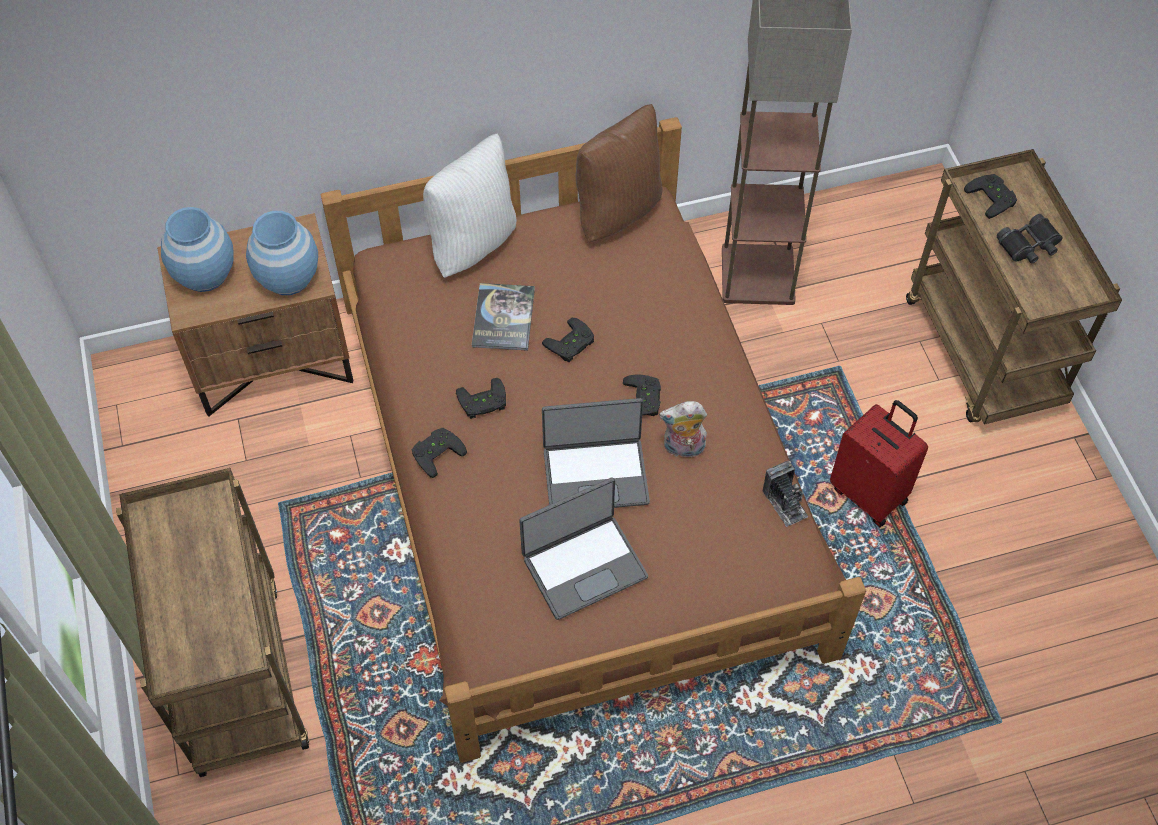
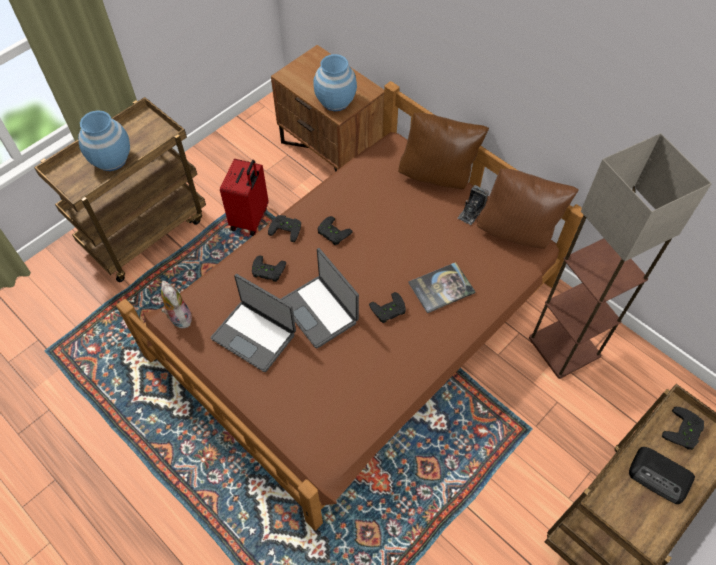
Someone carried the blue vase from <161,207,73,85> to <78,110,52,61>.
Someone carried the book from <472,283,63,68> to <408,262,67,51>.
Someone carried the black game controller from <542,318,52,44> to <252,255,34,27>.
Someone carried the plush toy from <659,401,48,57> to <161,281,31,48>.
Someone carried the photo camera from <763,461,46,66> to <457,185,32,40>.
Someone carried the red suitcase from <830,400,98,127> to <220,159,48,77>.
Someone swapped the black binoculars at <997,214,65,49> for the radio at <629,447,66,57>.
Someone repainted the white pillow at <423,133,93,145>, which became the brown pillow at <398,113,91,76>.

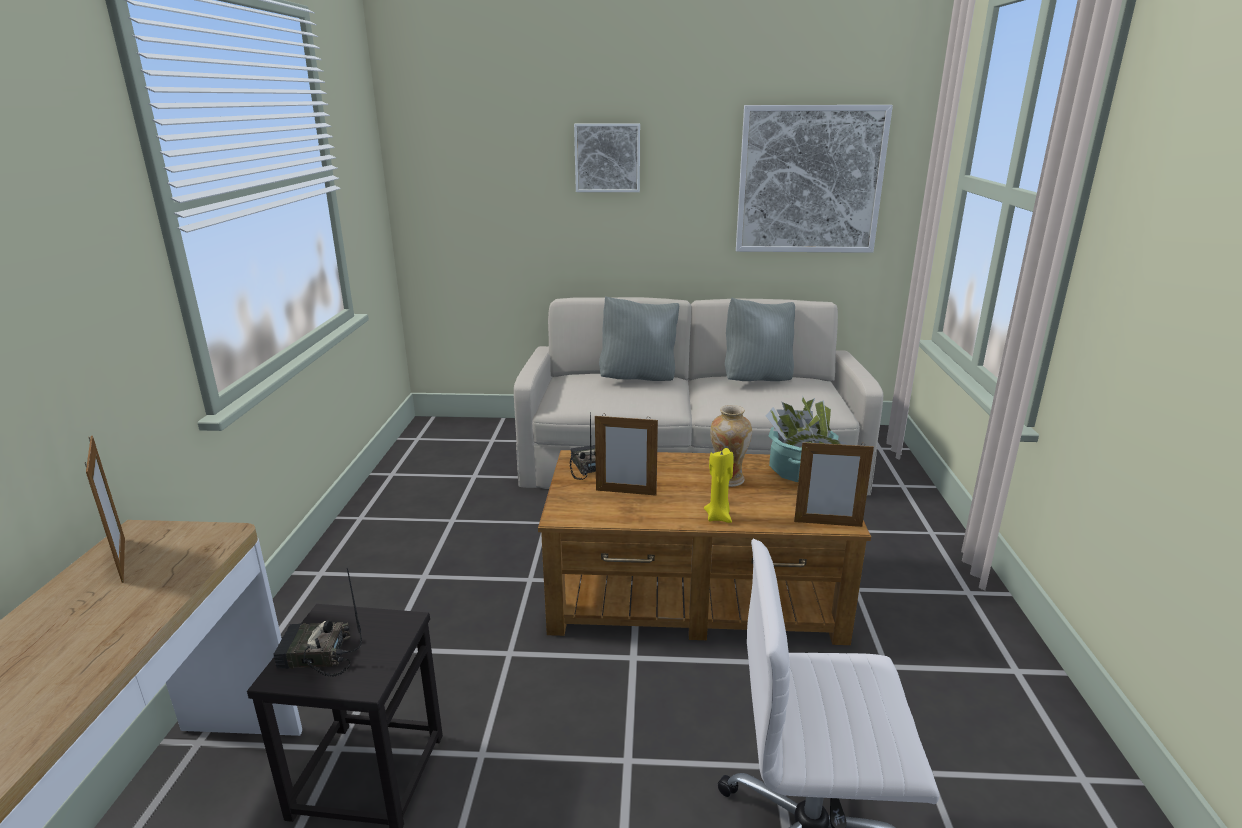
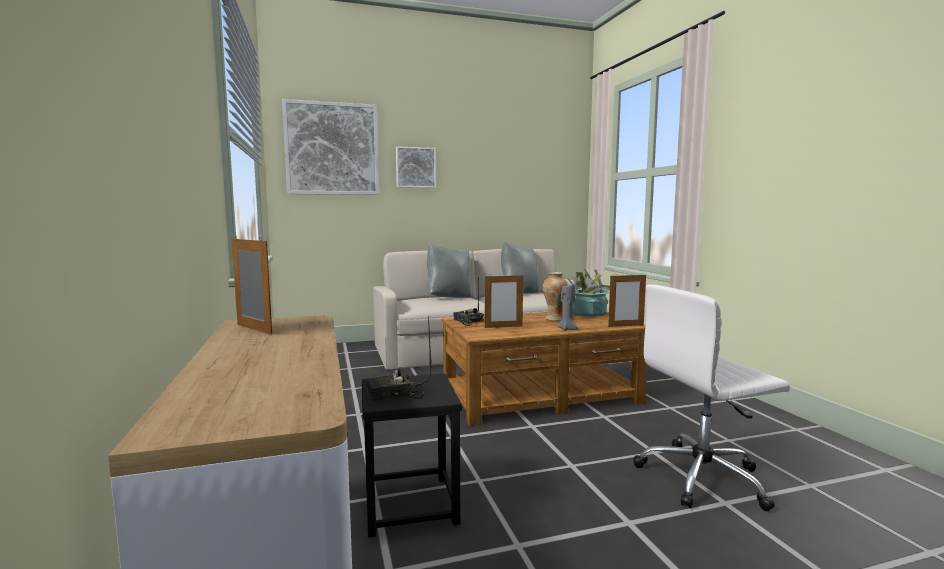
Someone carried the picture from <736,105,157,148> to <282,99,97,96>.
Someone repainted the yellow candle at <704,448,30,75>, which became the grey candle at <556,284,22,47>.

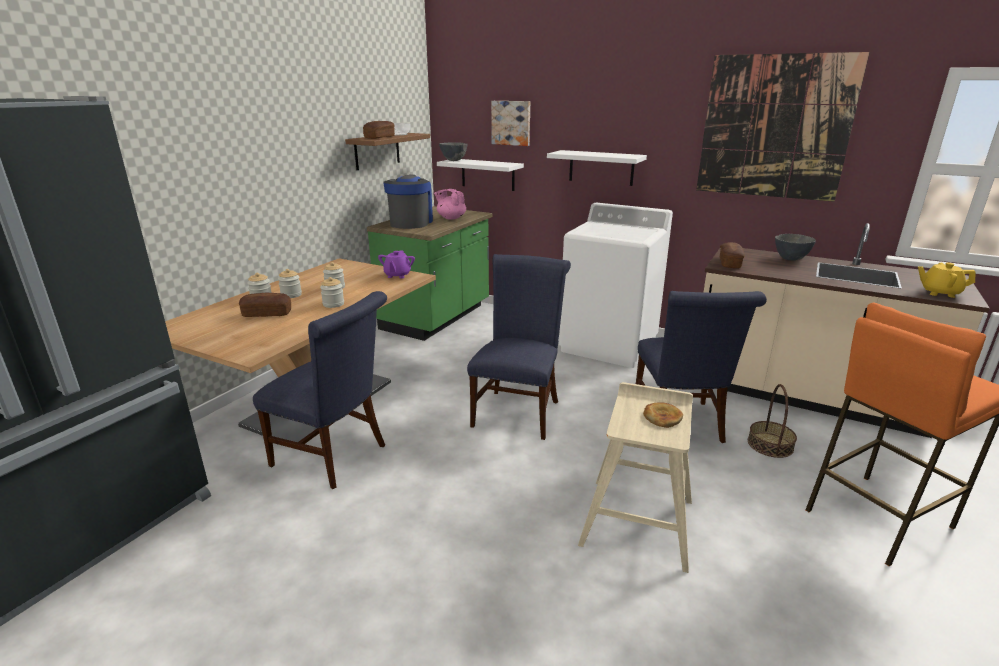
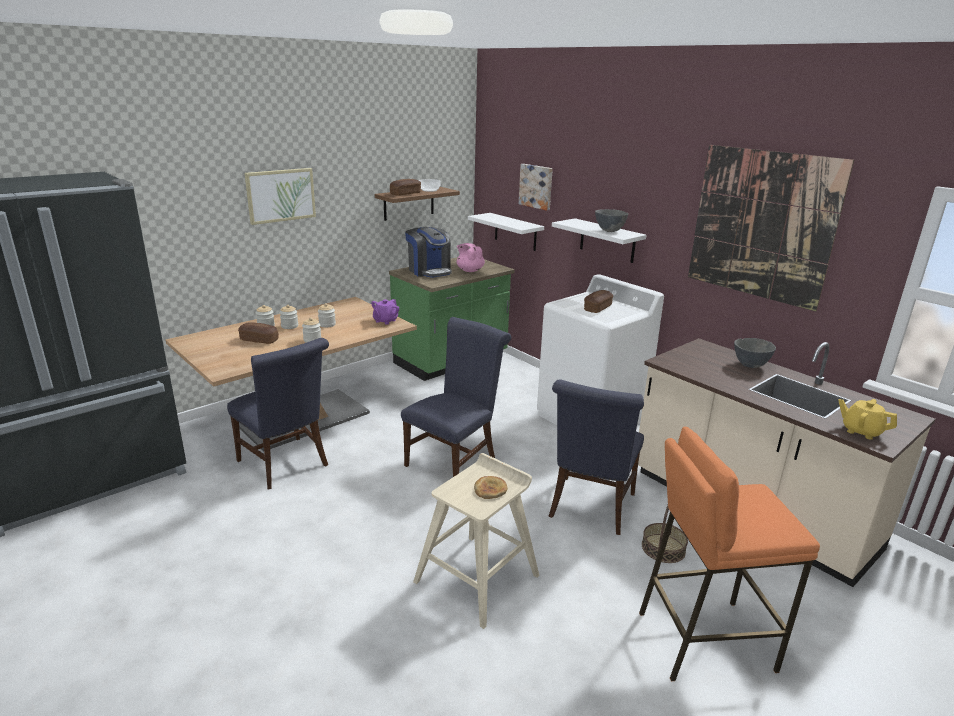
Someone put up the picture at <244,168,72,57>.
Someone carried the grey bowl from <439,142,29,19> to <595,209,33,23>.
Someone carried the bread from <720,242,25,26> to <584,290,29,23>.
Someone rotated the coffee machine at <383,175,50,54> by 120 degrees clockwise.

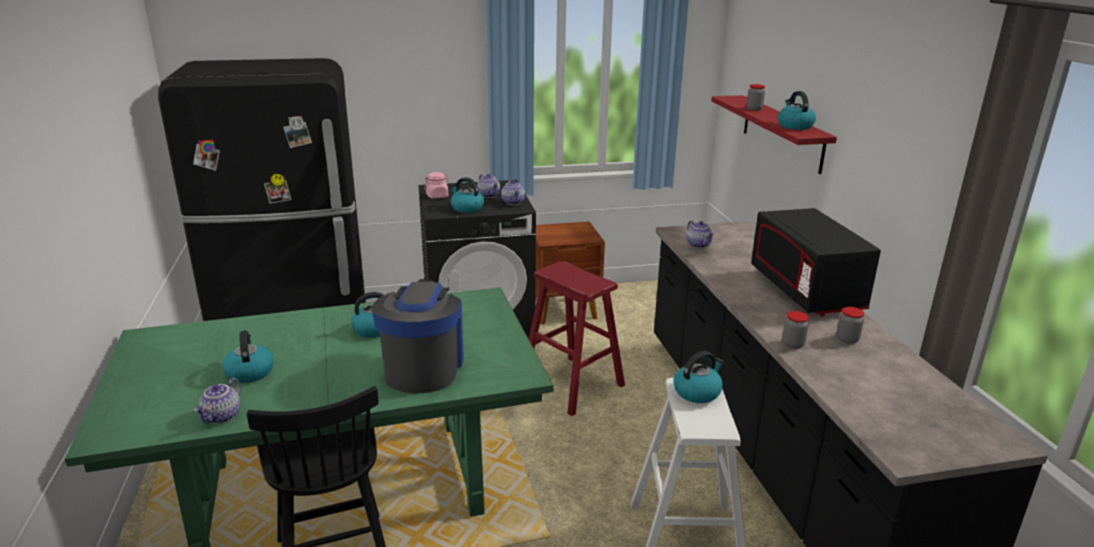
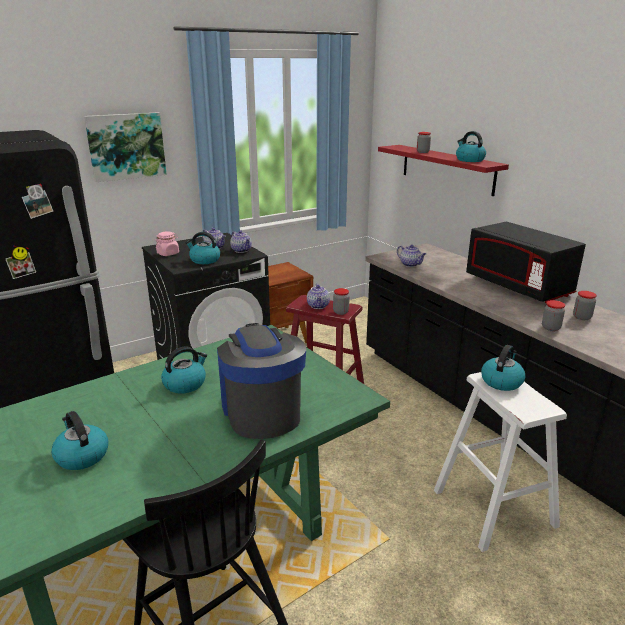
Someone put up the picture at <84,112,83,70>.
Someone put down the jar at <333,288,17,27>.
Someone carried the teapot from <194,378,47,46> to <307,284,23,25>.

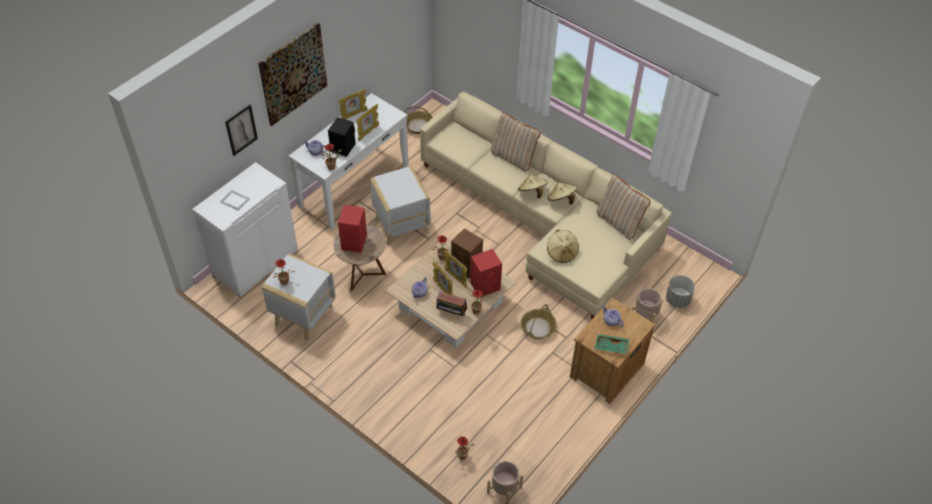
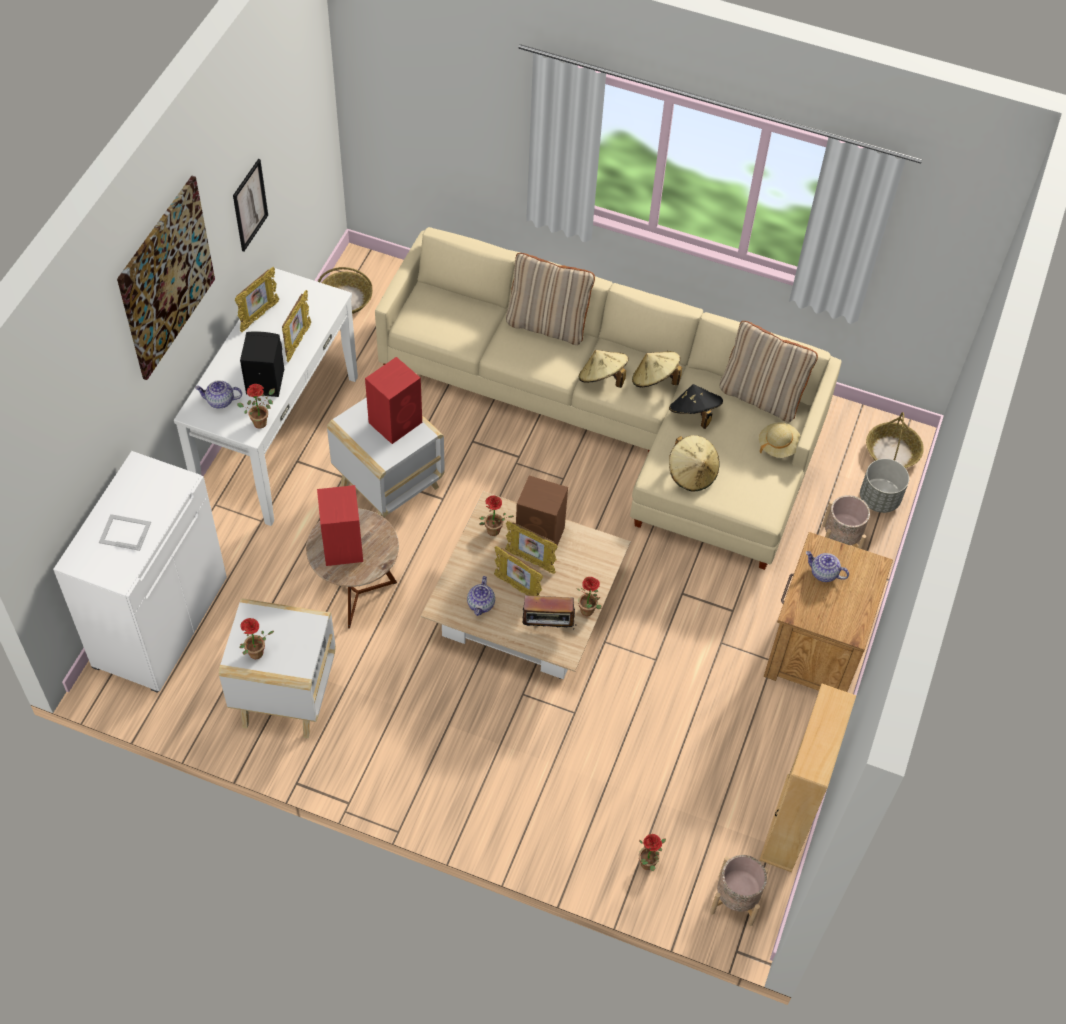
Someone took away the green tray at <595,334,35,20>.
Someone put down the black hat at <669,384,54,45>.
Someone put down the beige hat at <759,422,41,36>.
Someone put down the beige bookcase at <759,684,97,188>.
Someone carried the picture from <225,105,33,51> to <233,159,35,93>.
Someone carried the red speaker from <470,249,32,49> to <365,357,57,87>.
Someone carried the basket from <521,304,36,35> to <866,412,58,56>.

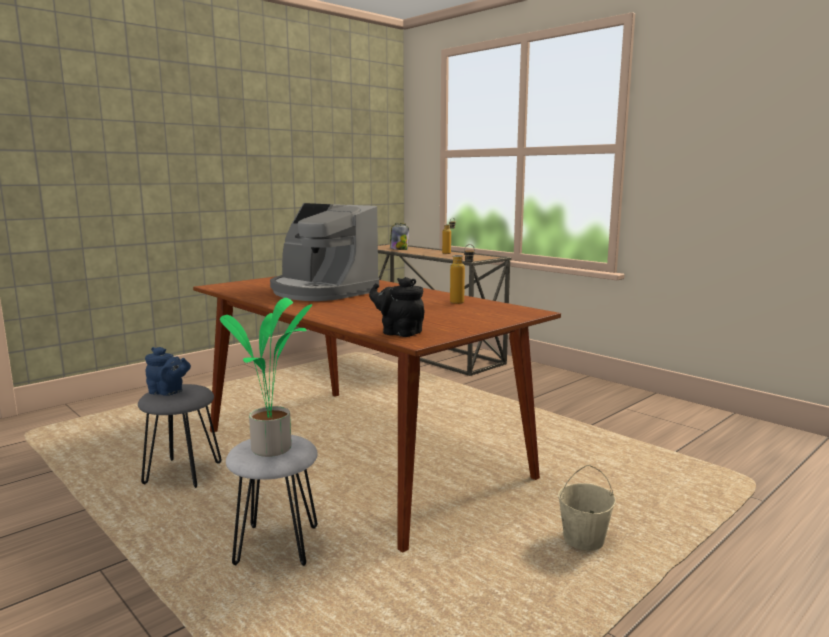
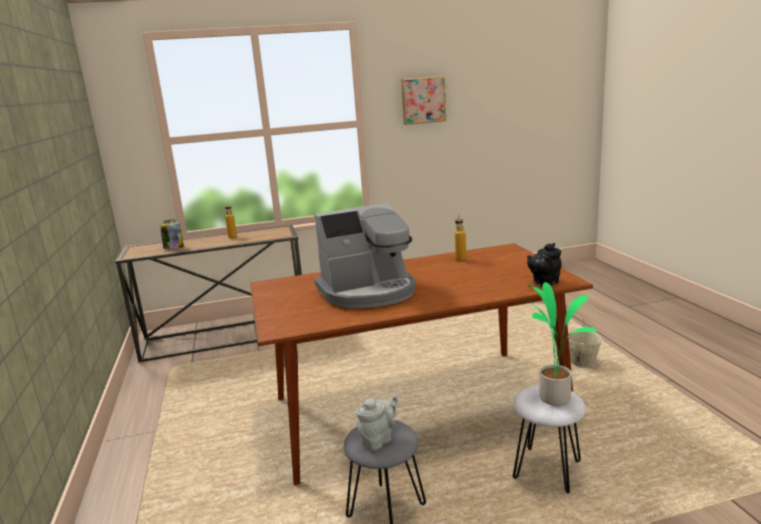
Someone put up the picture at <401,76,45,49>.
Someone repainted the blue teapot at <145,347,46,49>, which became the grey teapot at <356,394,42,57>.

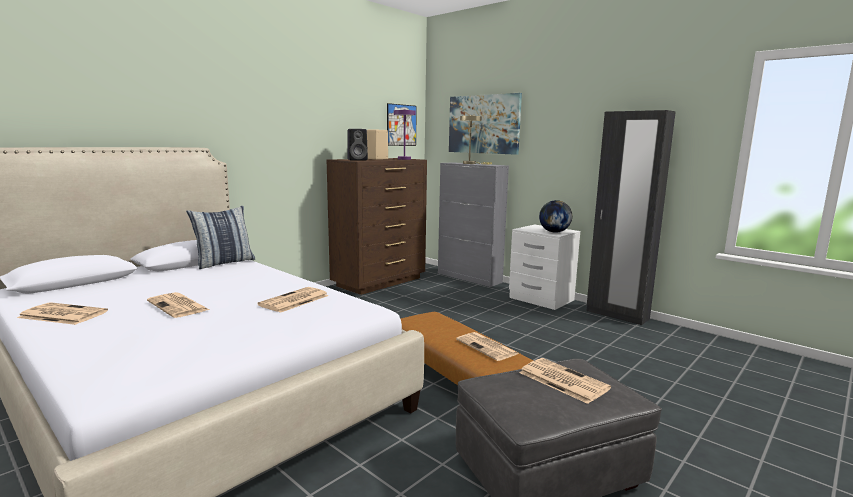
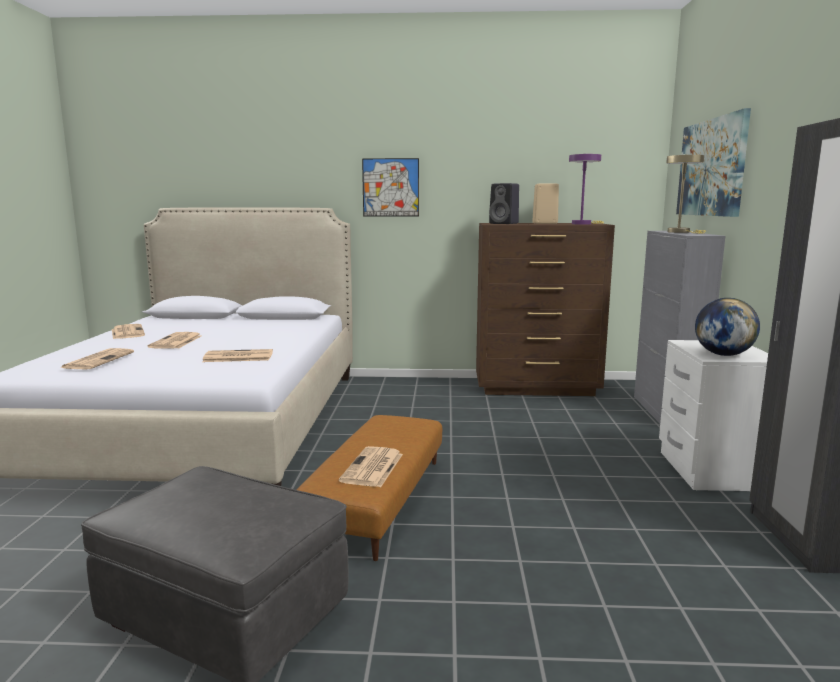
Someone took away the pillow at <186,206,69,63>.
Someone carried the picture from <387,103,30,43> to <362,158,57,58>.
Someone carried the newspaper from <519,358,92,46> to <61,348,73,21>.

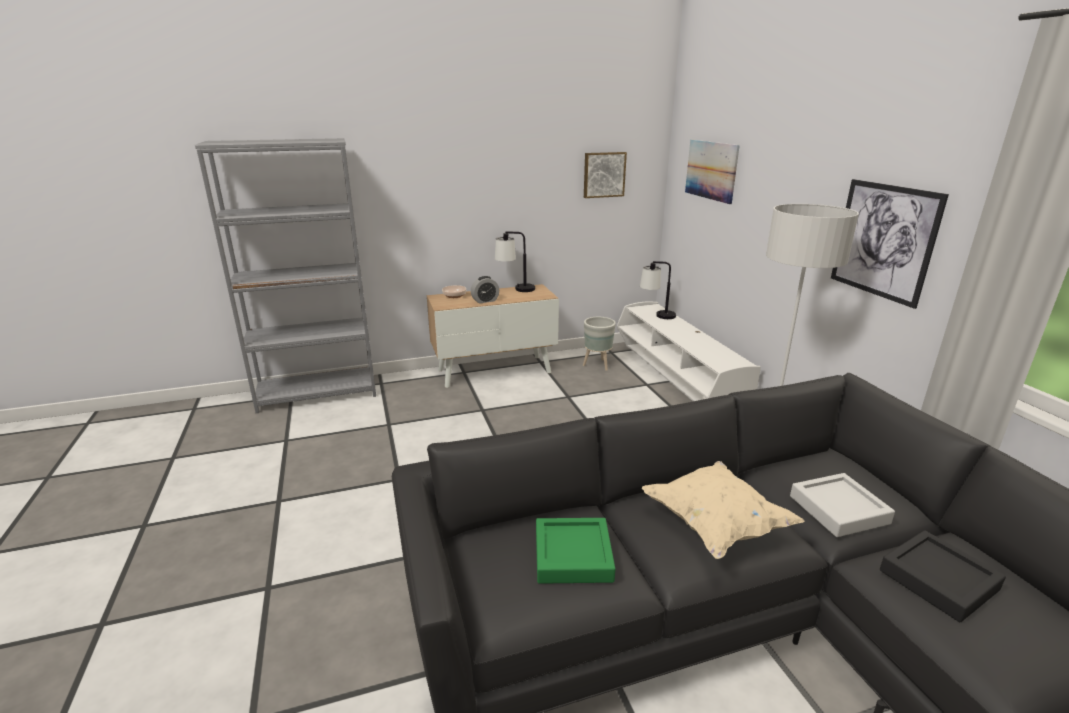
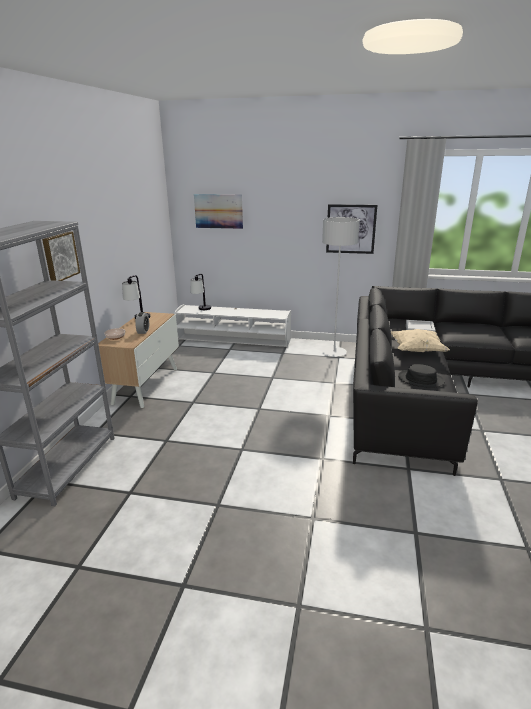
Someone took away the grey planter at <583,317,33,54>.
Someone took away the black tray at <880,530,126,92>.
Someone carried the picture from <584,152,43,46> to <42,232,38,49>.
Someone swapped the green tray at <536,518,79,66> for the black hat at <398,364,47,24>.

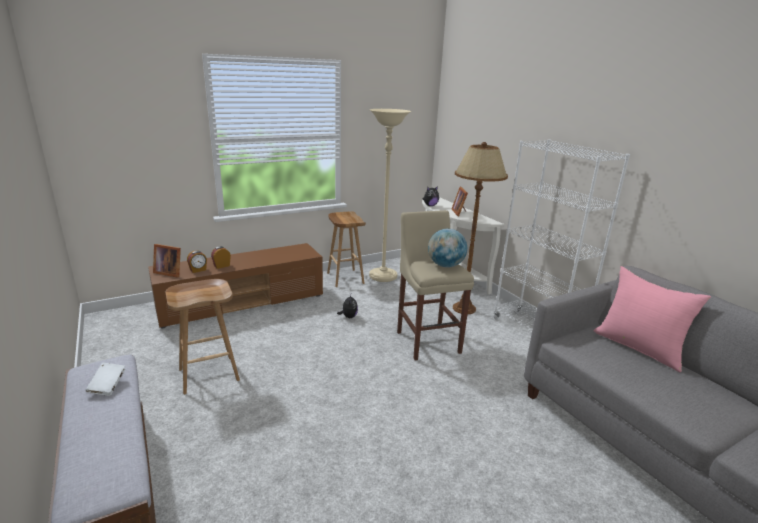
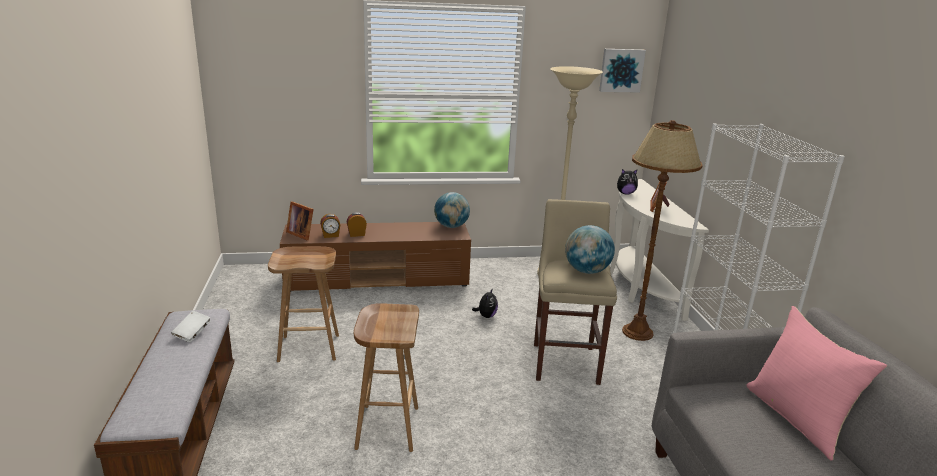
Someone put down the globe at <434,192,36,36>.
Someone put up the picture at <599,49,47,44>.
Someone carried the brown stool from <327,211,39,76> to <354,303,65,149>.

